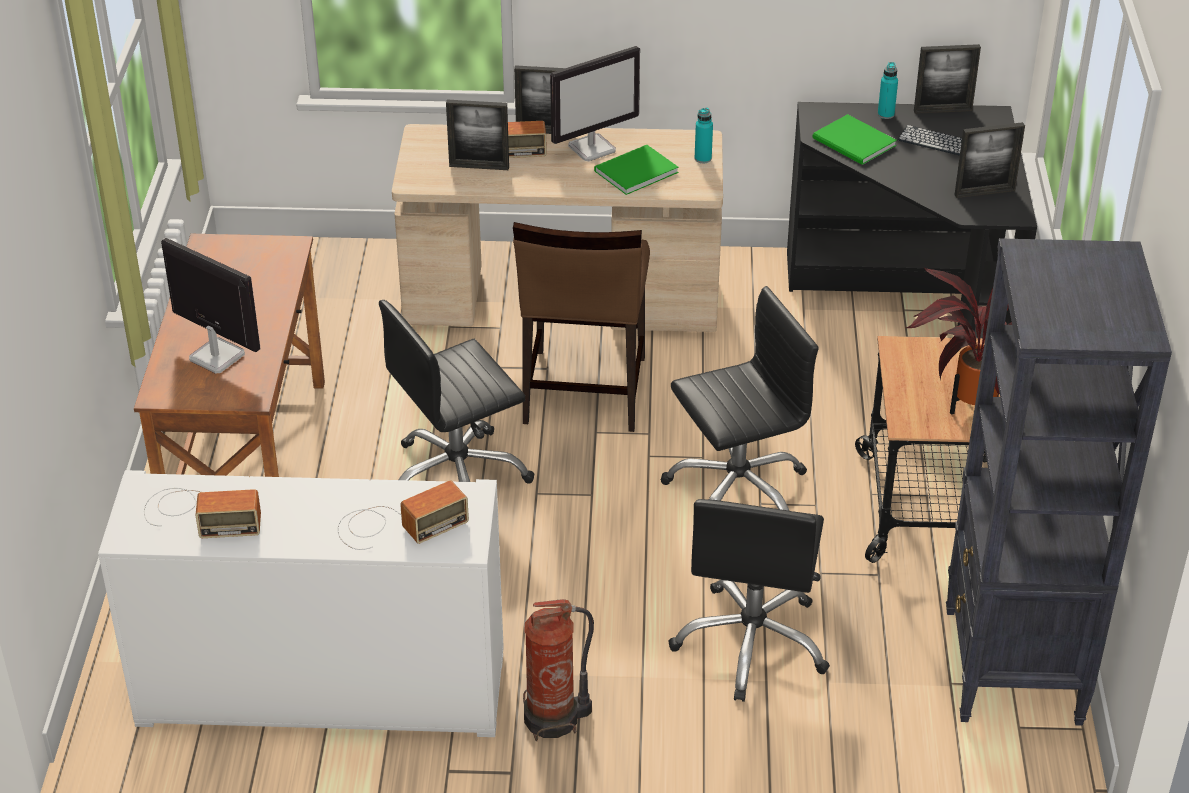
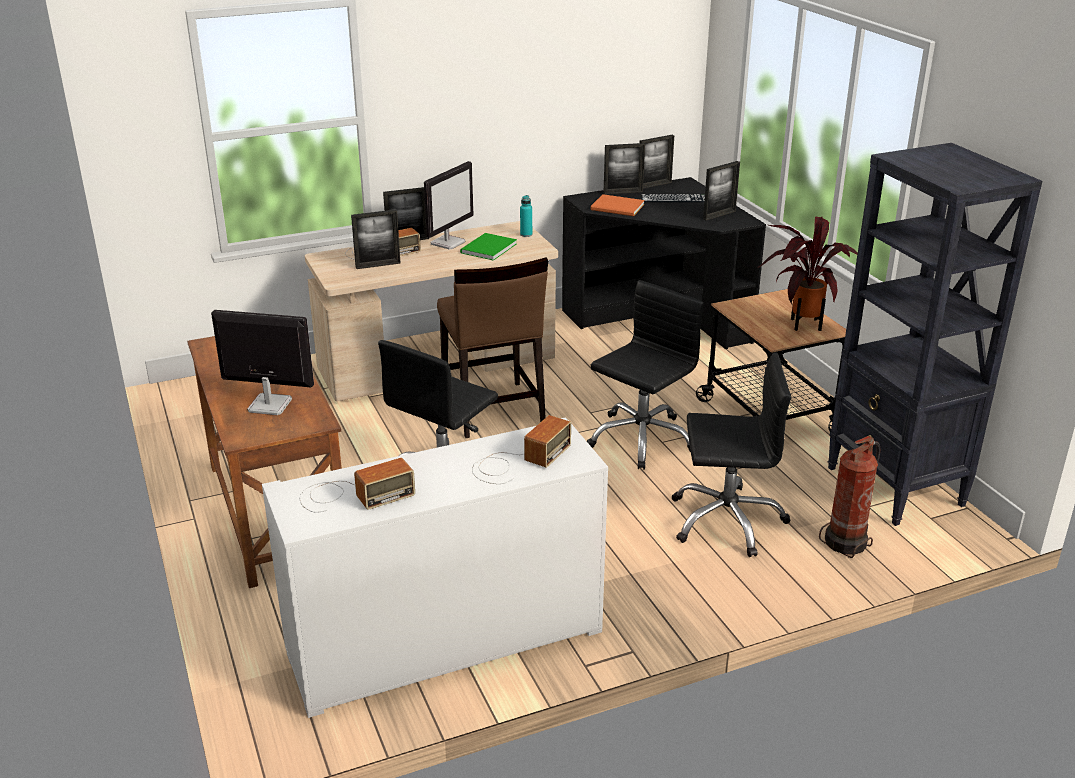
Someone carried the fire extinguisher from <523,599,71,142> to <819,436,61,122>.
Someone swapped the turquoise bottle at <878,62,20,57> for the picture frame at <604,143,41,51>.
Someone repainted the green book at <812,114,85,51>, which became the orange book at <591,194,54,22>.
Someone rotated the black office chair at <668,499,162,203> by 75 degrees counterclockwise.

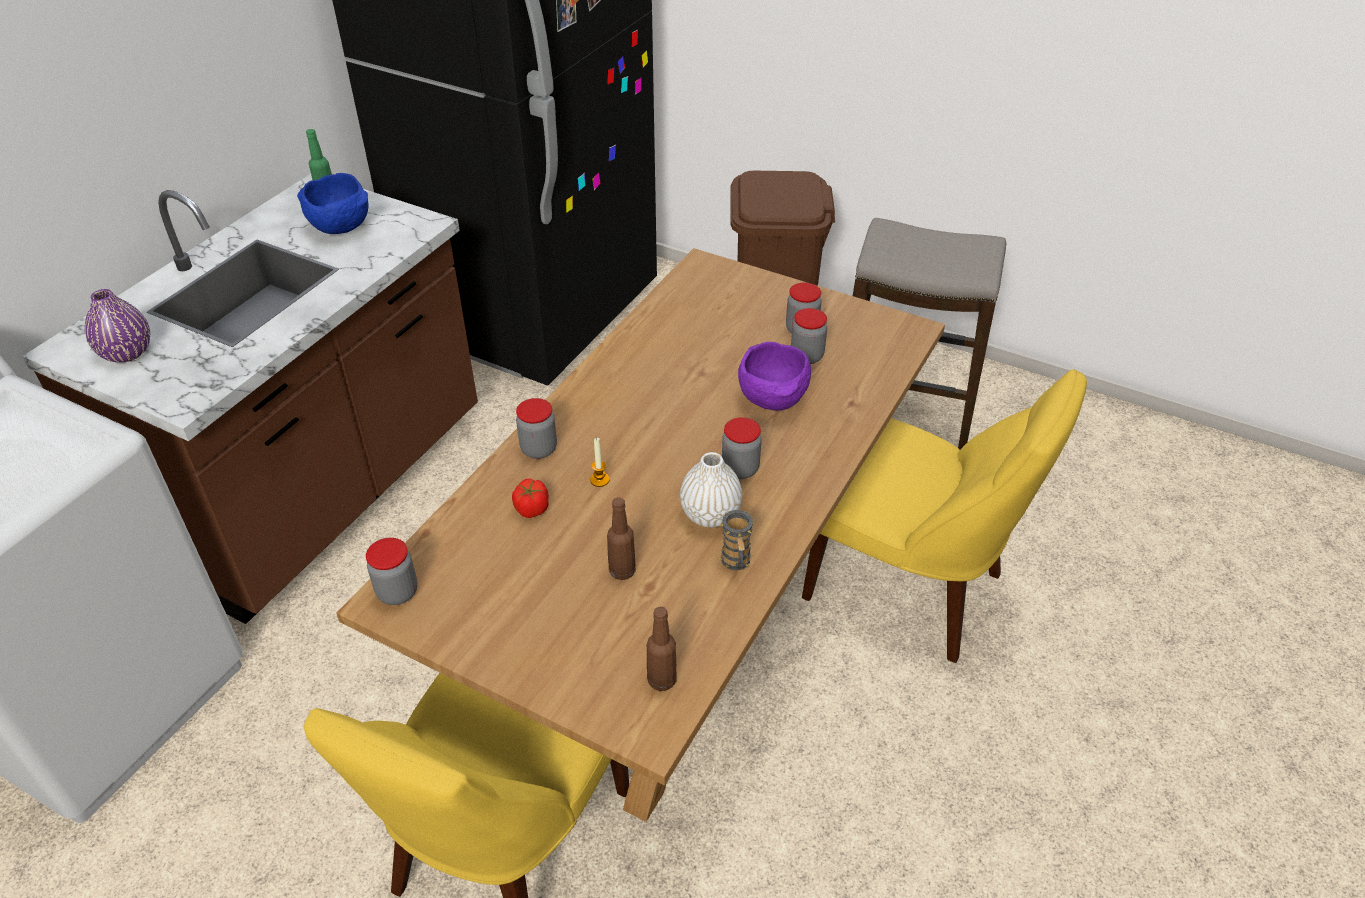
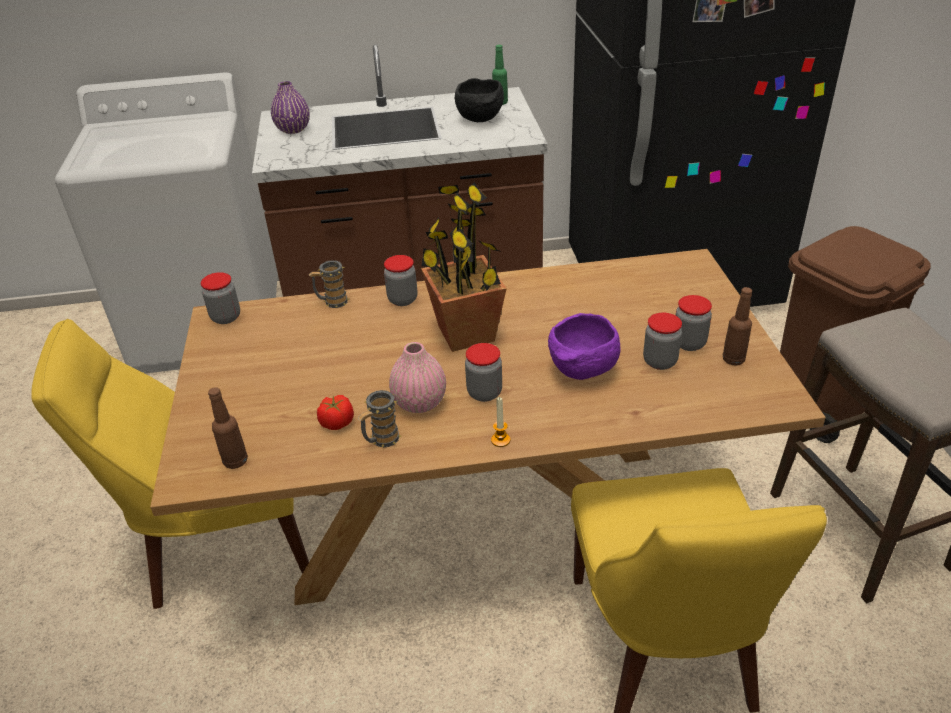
Someone put down the mug at <309,260,40,48>.
Someone put down the potted plant at <421,182,86,170>.
Someone carried the tomato from <512,478,37,40> to <317,395,37,35>.
Someone carried the candle from <590,438,20,49> to <491,397,19,50>.
Someone carried the brown bottle from <607,497,29,83> to <723,287,29,79>.
Someone repainted the blue bowl at <297,173,72,61>, which became the black bowl at <455,78,49,44>.
Someone repainted the white vase at <680,452,62,75>, which became the pink vase at <389,342,57,71>.

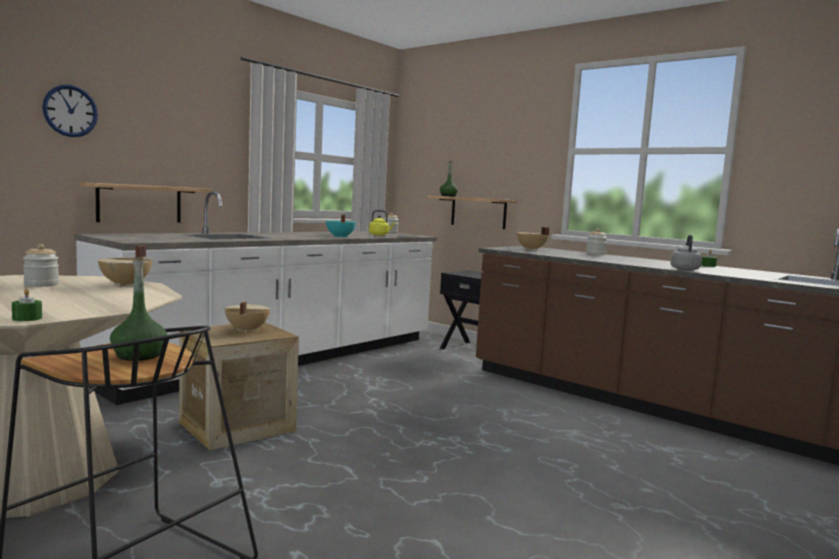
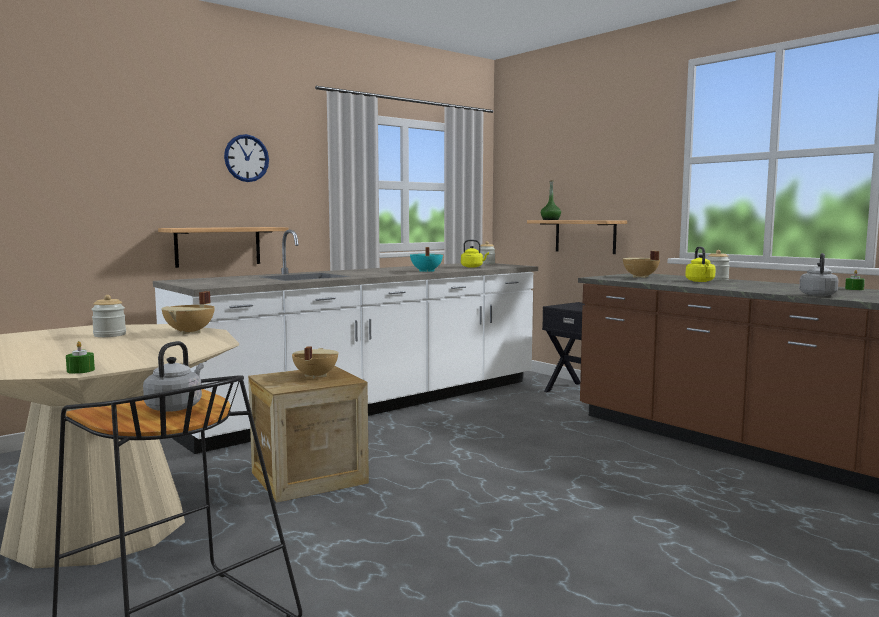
Someone put down the yellow kettle at <685,246,31,36>.
Someone carried the wall clock from <42,85,56,52> to <224,134,45,48>.
Someone swapped the green bottle at <110,257,57,104> for the grey kettle at <143,341,61,71>.

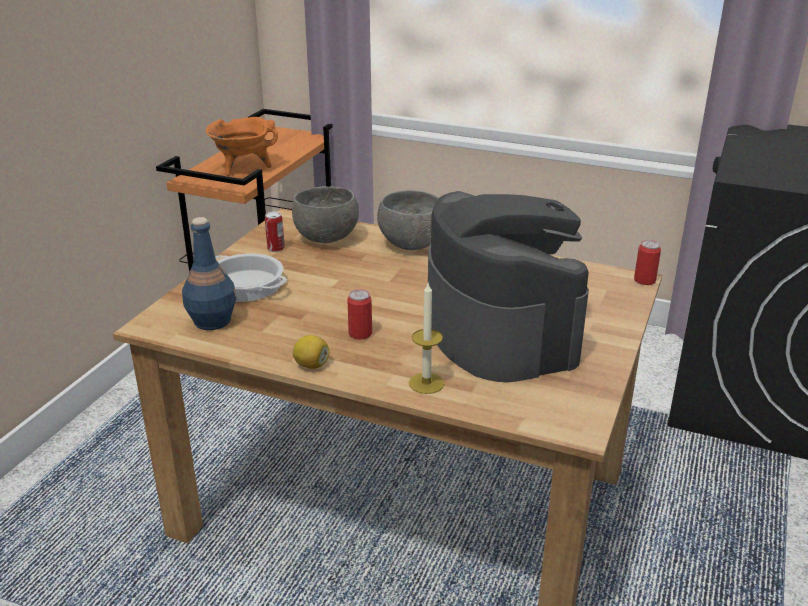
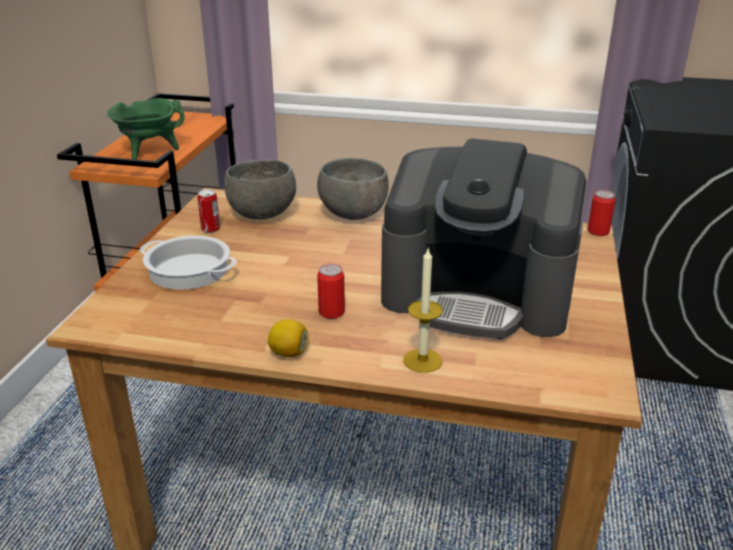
Someone took away the blue bottle at <182,217,55,113>.
Someone repainted the orange cooking pot at <206,117,72,59>, which became the green cooking pot at <107,98,78,62>.
Someone rotated the coffee machine at <428,191,161,192> by 135 degrees clockwise.

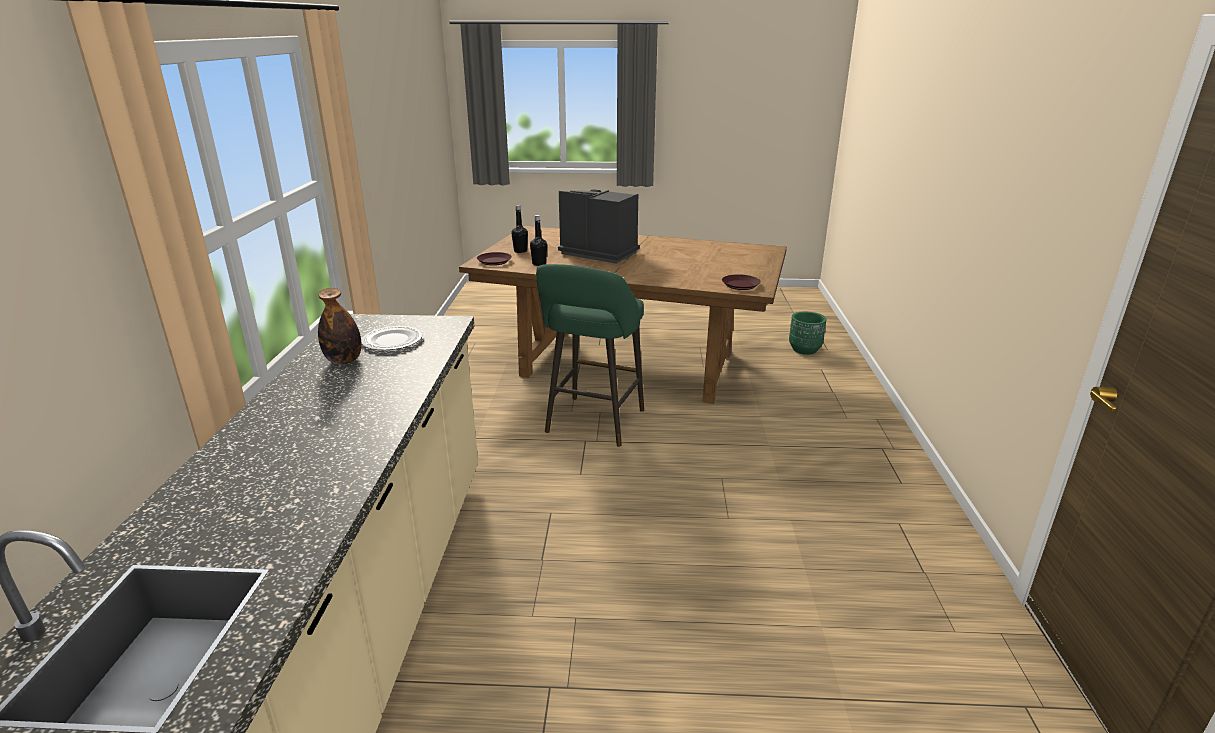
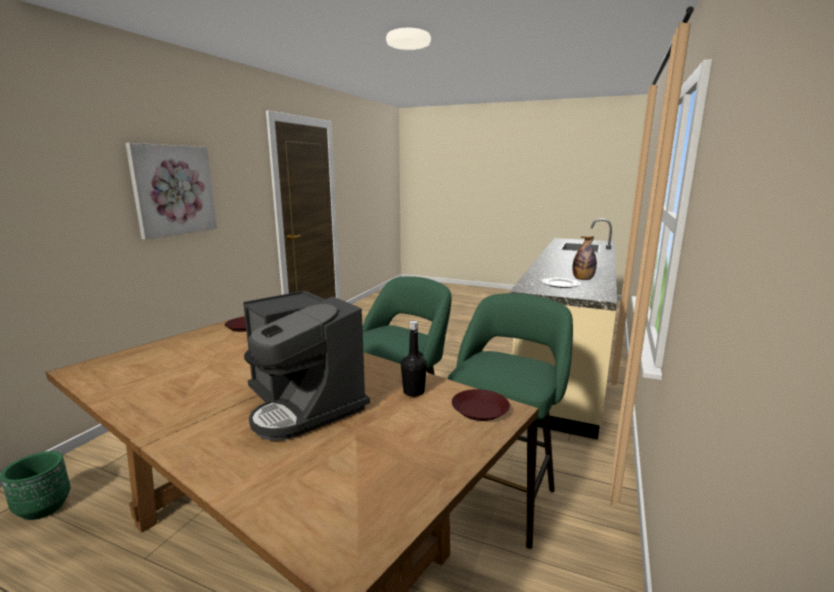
Someone took away the black bottle at <511,205,17,48>.
Someone put up the picture at <125,143,92,97>.
Someone put down the green stool at <448,293,125,256>.

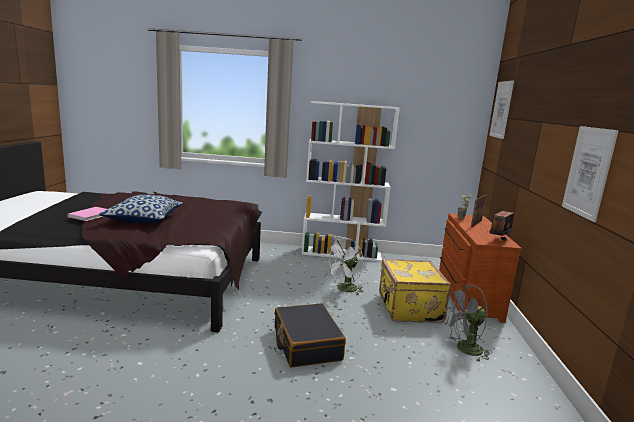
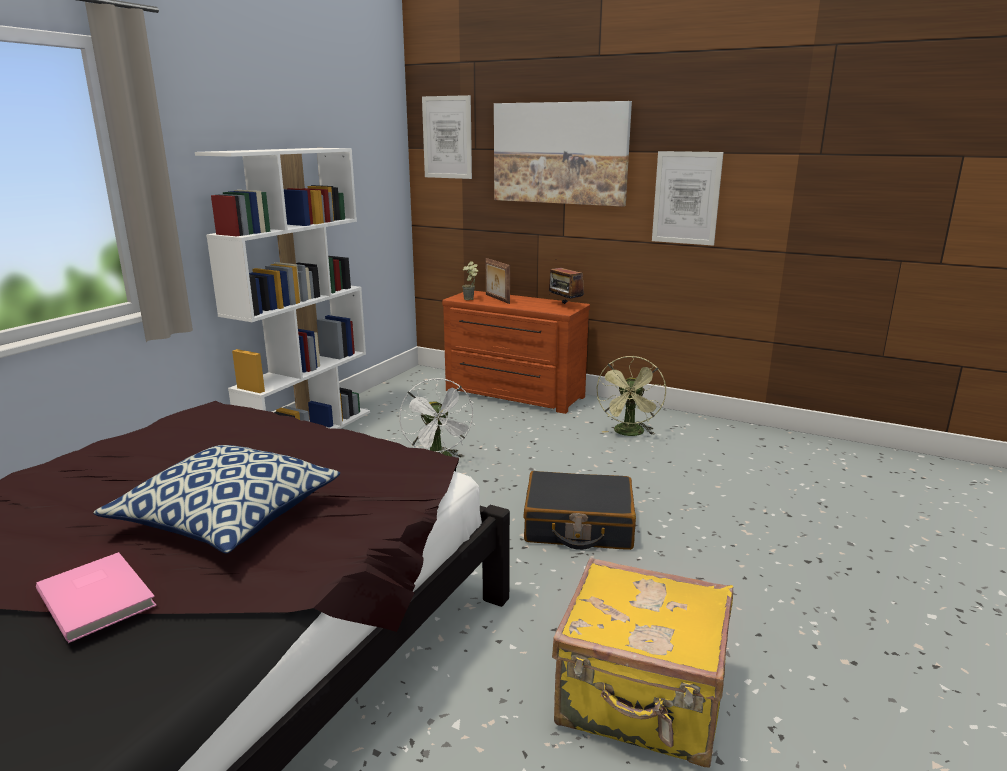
Someone put up the picture at <494,101,138,106>.
Someone carried the yellow suitcase from <379,259,72,64> to <552,558,181,209>.
Someone repainted the grey fan at <445,284,47,78>, which became the green fan at <597,356,69,80>.

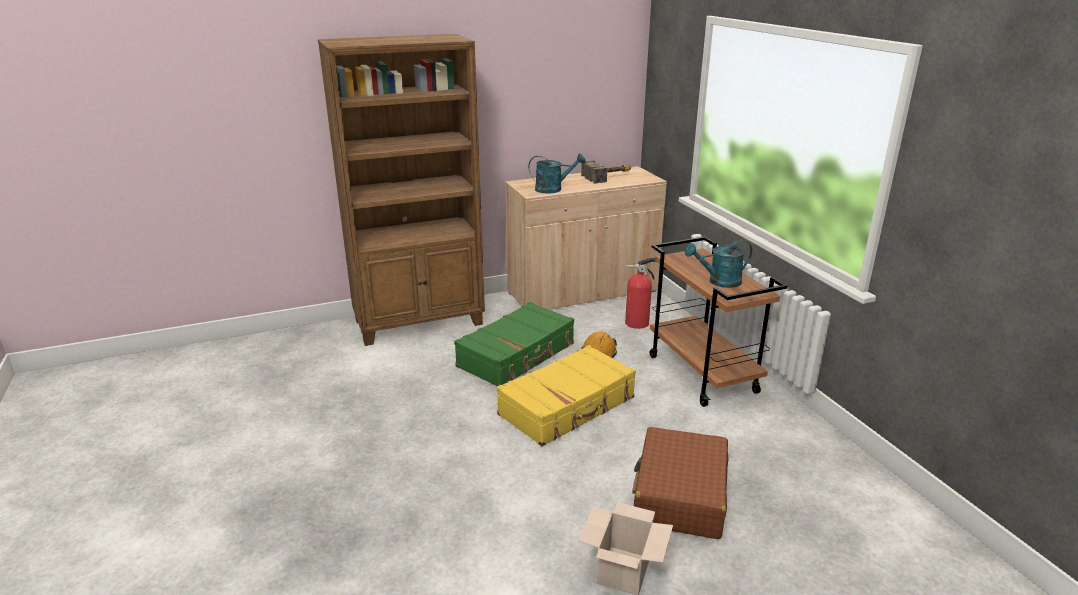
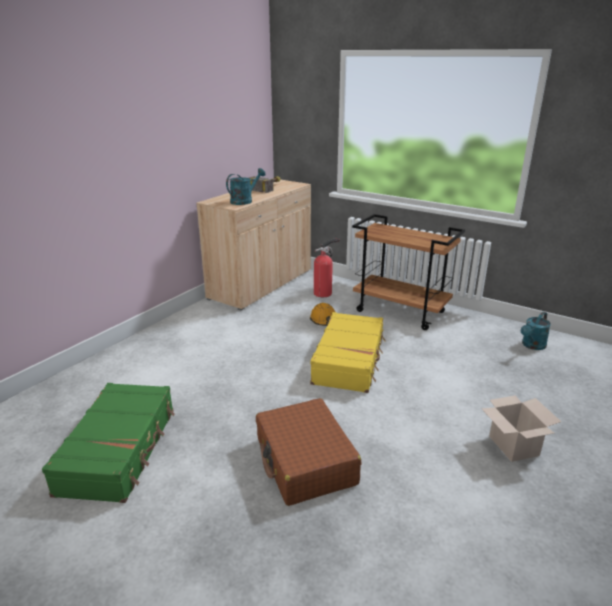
Someone took away the brown bookcase at <318,34,167,312>.
Someone carried the green suitcase from <454,302,120,84> to <42,383,133,120>.
Someone carried the brown suitcase from <632,427,97,112> to <256,398,105,108>.
Someone carried the turquoise watering can from <685,240,67,48> to <521,312,30,38>.

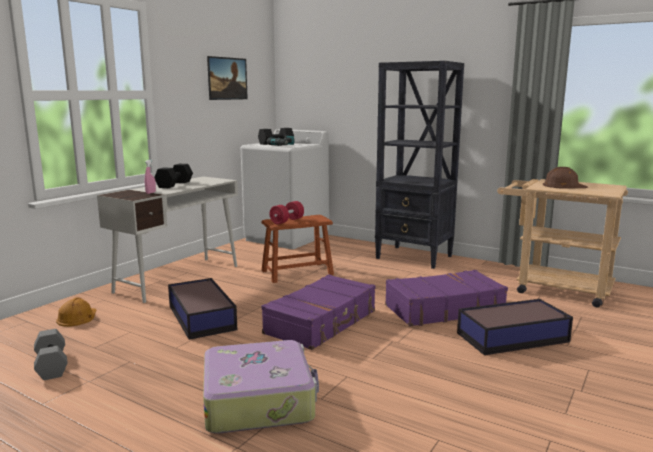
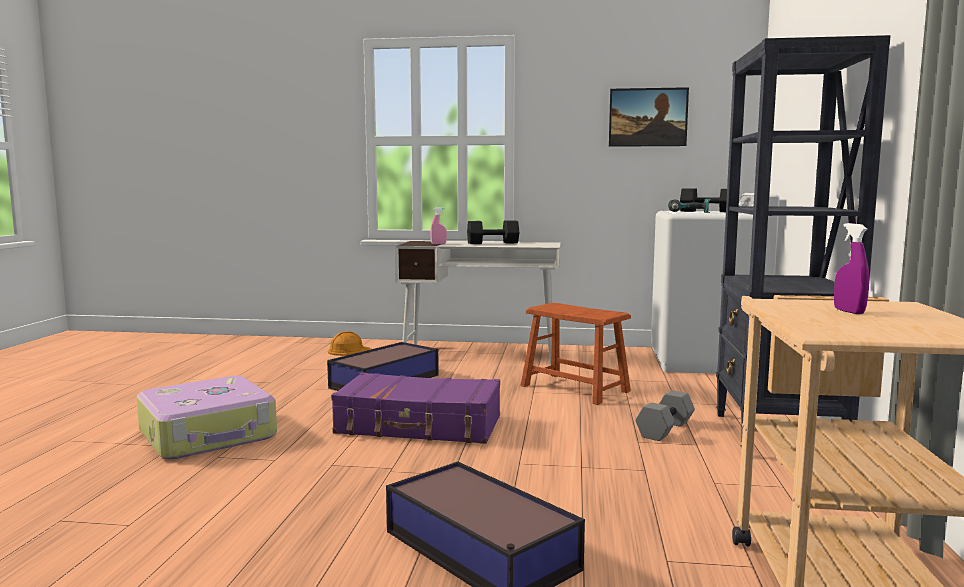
Someone took away the red dumbbell at <270,201,34,23>.
Someone took away the purple suitcase at <385,270,123,56>.
Someone carried the grey dumbbell from <34,329,34,51> to <635,390,60,51>.
Someone swapped the brown hard hat at <543,167,45,22> for the purple spray bottle at <834,223,35,91>.

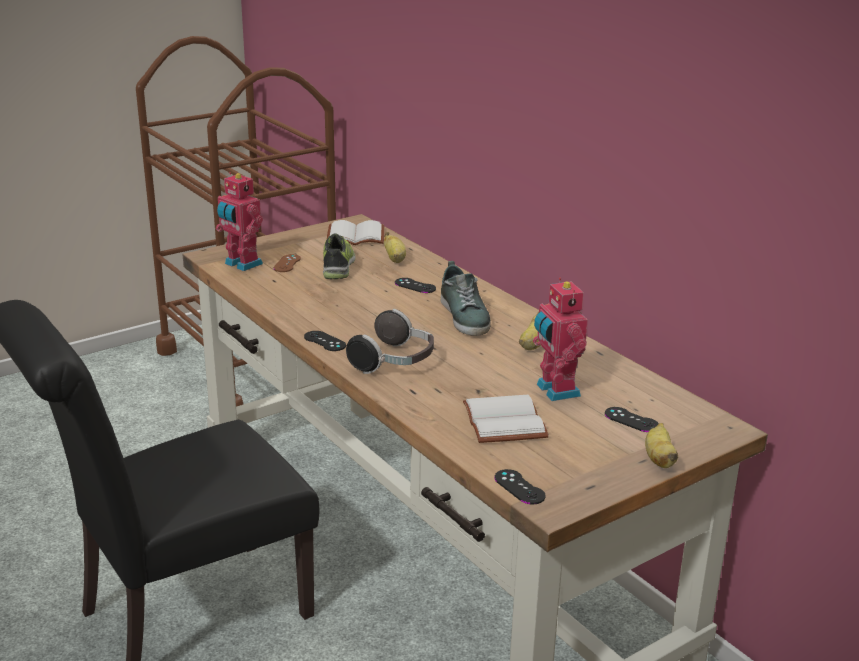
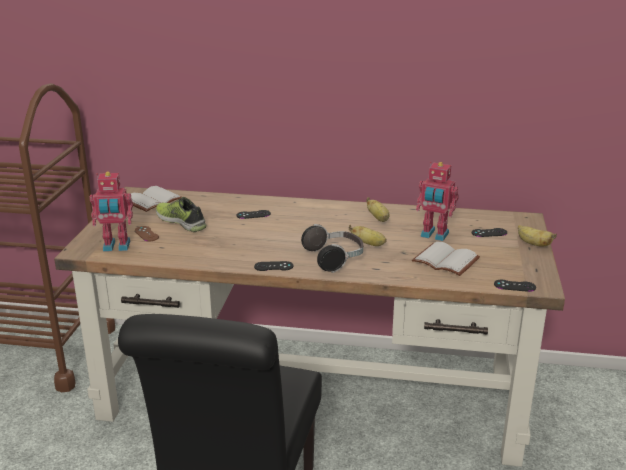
Someone took away the shoe at <441,261,50,74>.
Someone carried the banana from <384,232,22,31> to <349,225,38,21>.

